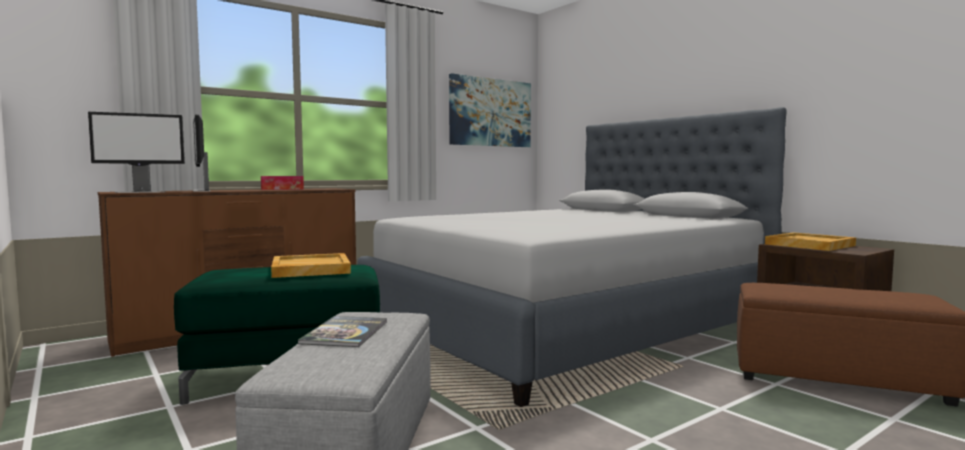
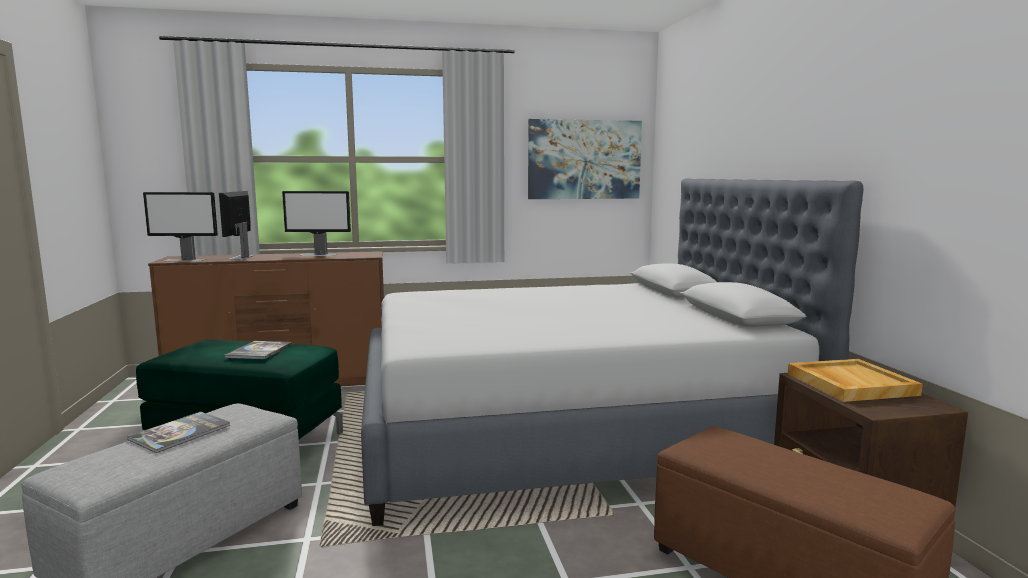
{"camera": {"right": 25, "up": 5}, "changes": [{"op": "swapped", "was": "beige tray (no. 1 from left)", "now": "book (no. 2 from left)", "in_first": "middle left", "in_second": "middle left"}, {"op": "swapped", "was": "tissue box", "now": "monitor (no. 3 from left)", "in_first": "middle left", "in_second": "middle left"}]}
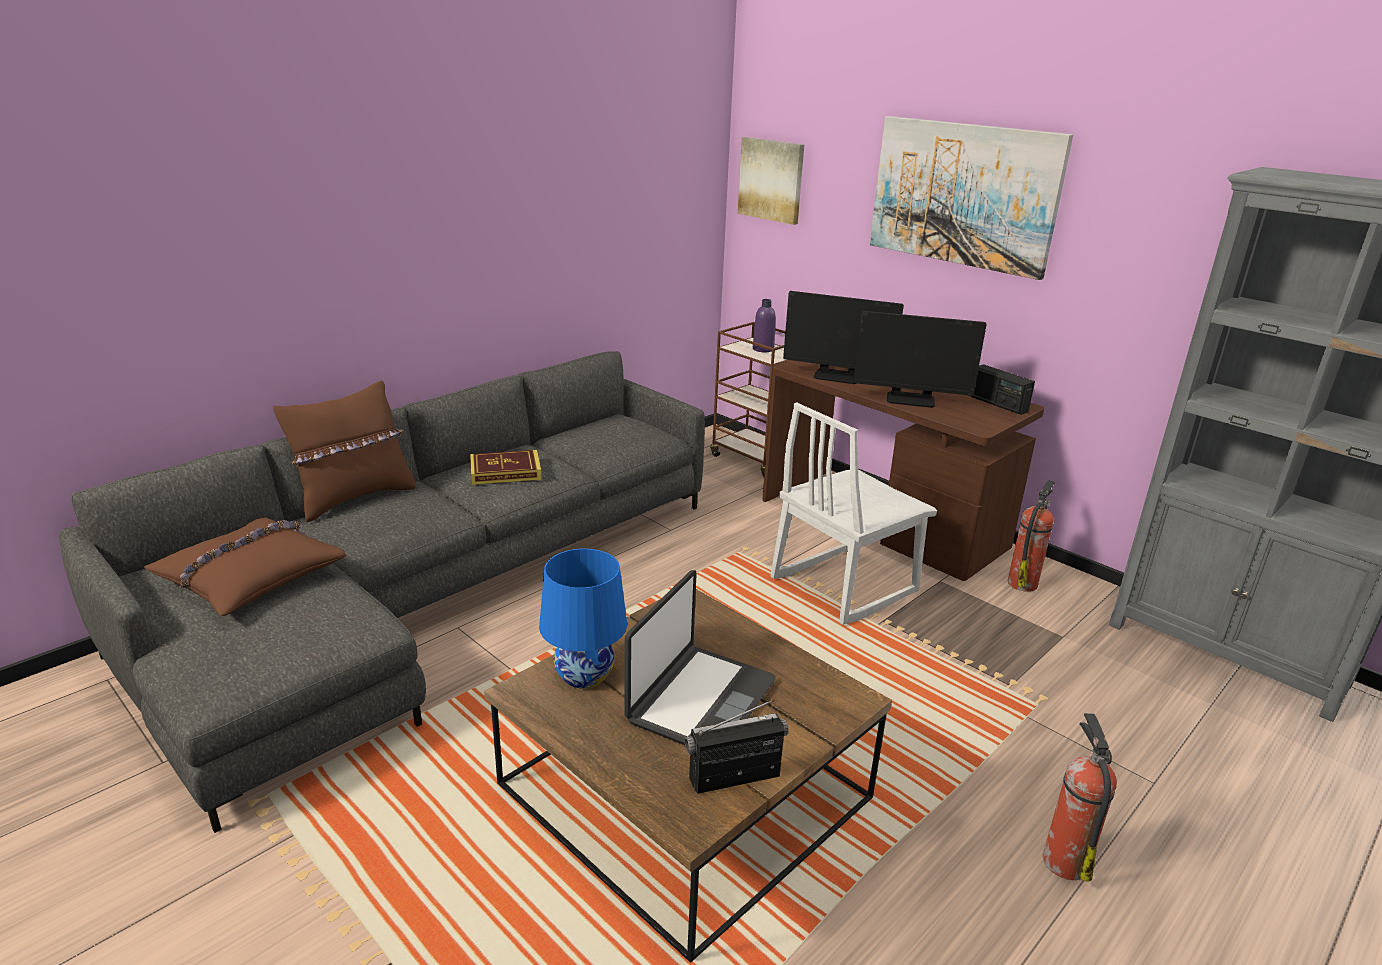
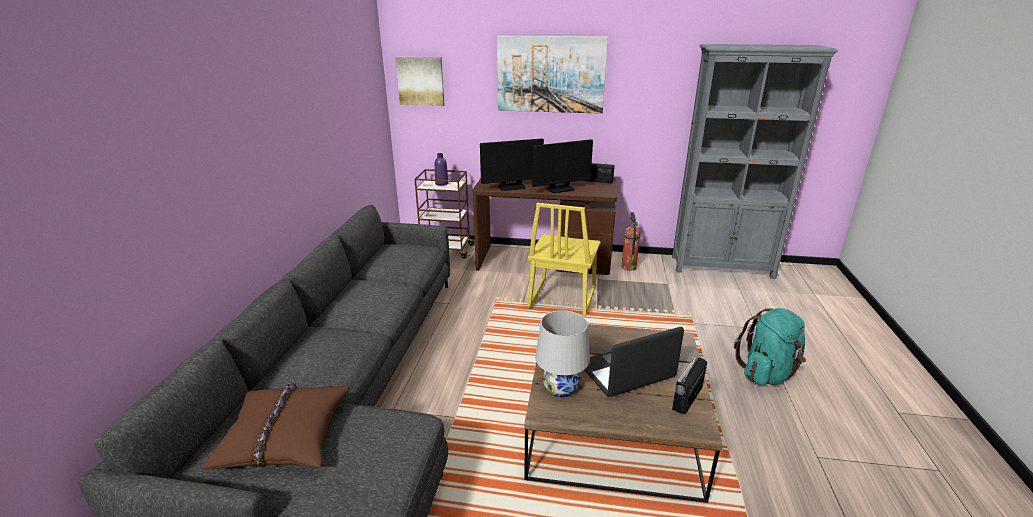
{"camera": {"right": -35, "up": 0}, "changes": [{"op": "repainted", "was": "white chair", "now": "yellow chair", "in_first": "centre", "in_second": "centre"}, {"op": "repainted", "was": "blue table lamp", "now": "white table lamp", "in_first": "centre", "in_second": "bottom centre"}, {"op": "rotated", "was": "laptop", "in_first": "bottom centre", "in_second": "bottom centre", "clockwise": -105}, {"op": "swapped", "was": "fire extinguisher (no. 2 from left)", "now": "turquoise backpack", "in_first": "bottom right", "in_second": "bottom right"}, {"op": "gone", "was": "brown pillow (no. 2 from left)", "in_first": "middle left"}, {"op": "gone", "was": "book", "in_first": "centre"}]}
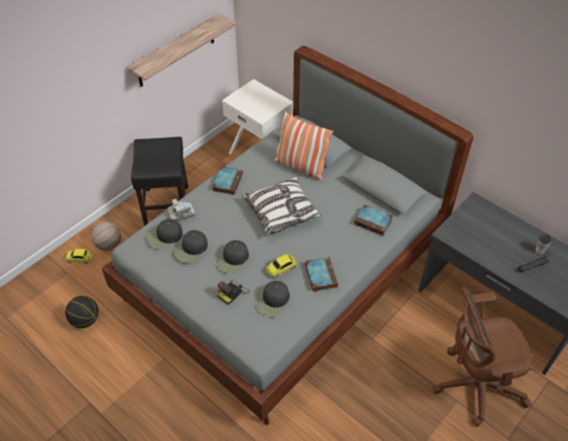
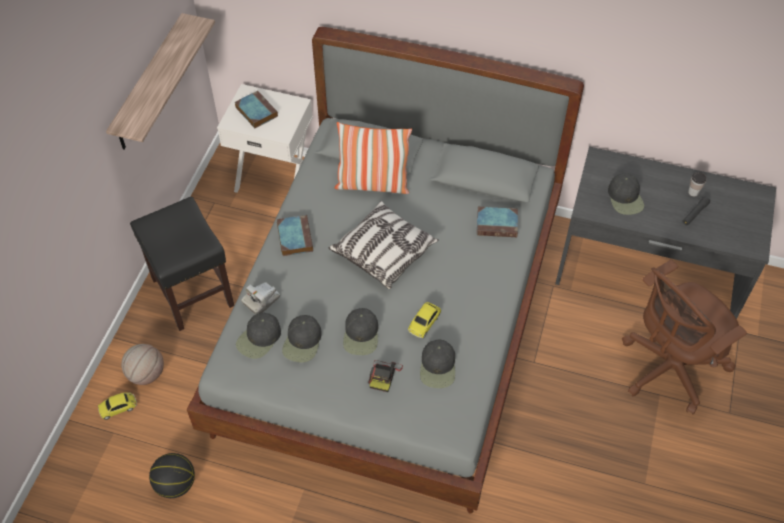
{"camera": {"right": -25, "up": 5}, "changes": [{"op": "shifted", "was": "book (no. 2 from left in the first image)", "now": "book (no. 1 from left)", "in_first": "centre", "in_second": "top left"}, {"op": "new", "now": "black cap (no. 5 from left)", "in_second": "middle right"}]}
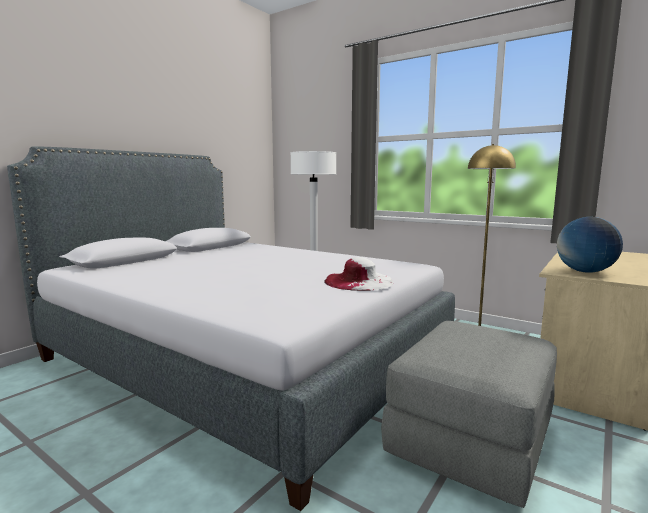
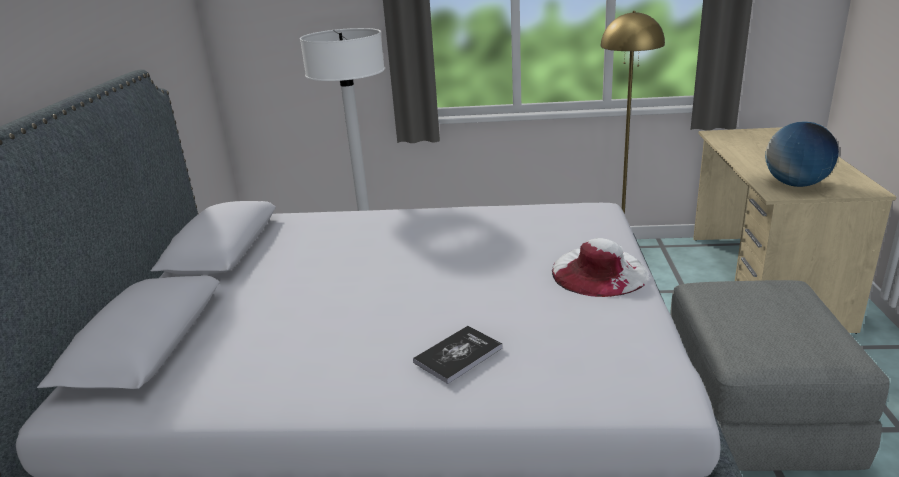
{"camera": {"right": -30, "up": 15}, "changes": [{"op": "new", "now": "book", "in_second": "bottom centre"}]}
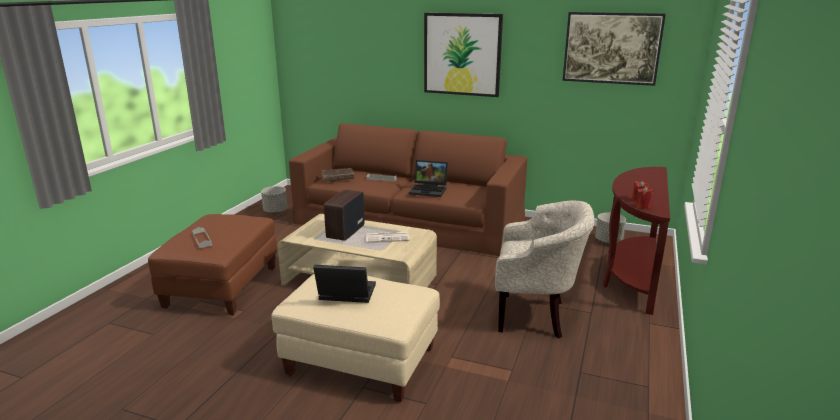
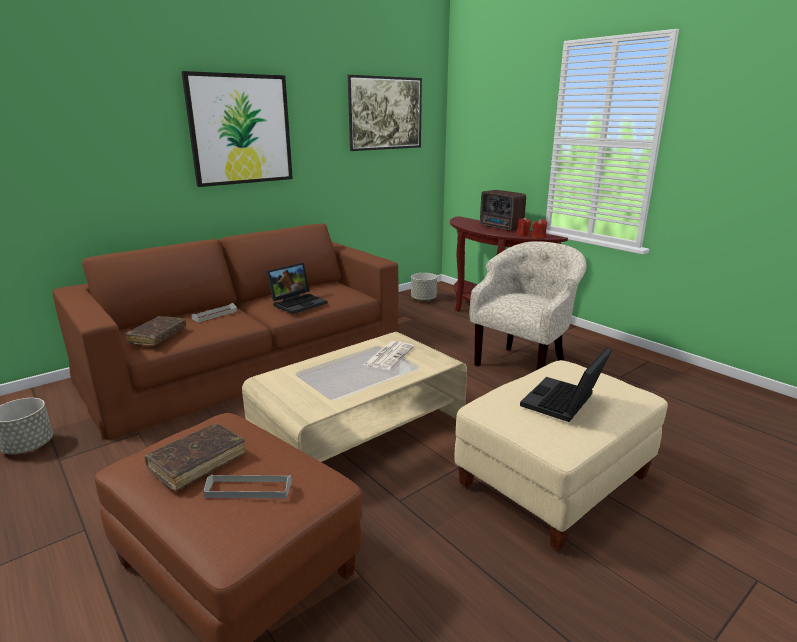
{"camera": {"right": -60, "up": 0}, "changes": [{"op": "new", "now": "brown book (no. 2 from left)", "in_second": "bottom left"}, {"op": "shifted", "was": "radio", "in_first": "centre", "in_second": "top centre"}]}
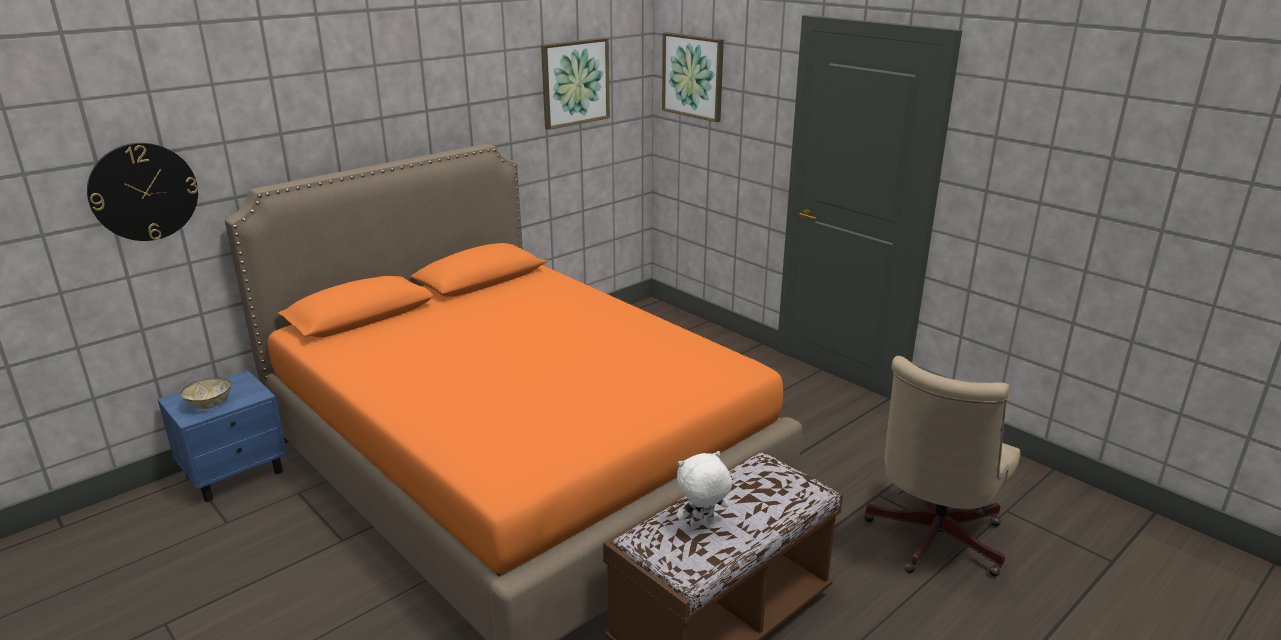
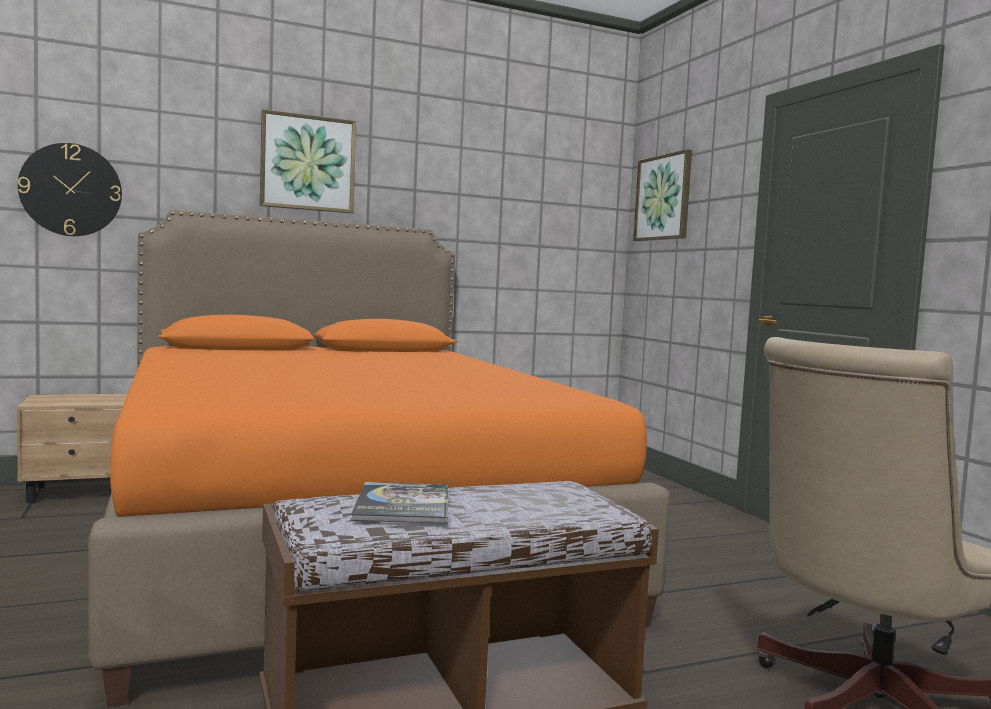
{"camera": {"right": 20, "up": -20}, "changes": [{"op": "repainted", "was": "blue nightstand", "now": "beige nightstand", "in_first": "bottom left", "in_second": "middle left"}, {"op": "shifted", "was": "picture (no. 1 from left)", "in_first": "top centre", "in_second": "top left"}, {"op": "swapped", "was": "white plush toy", "now": "book", "in_first": "bottom centre", "in_second": "bottom centre"}, {"op": "gone", "was": "bowl", "in_first": "middle left"}]}
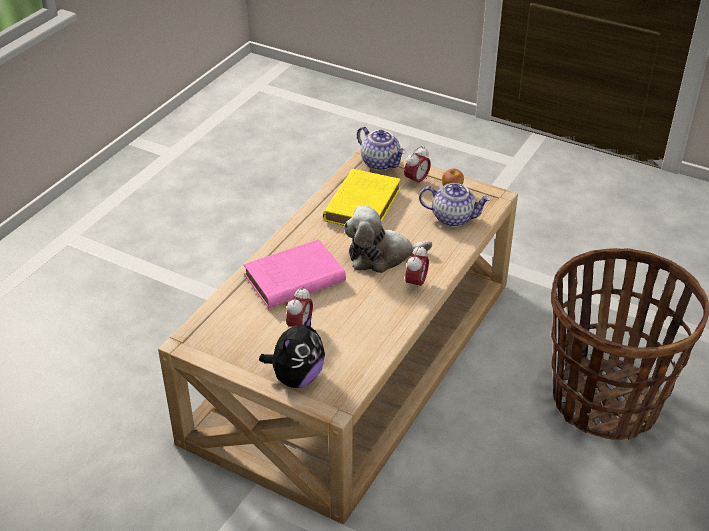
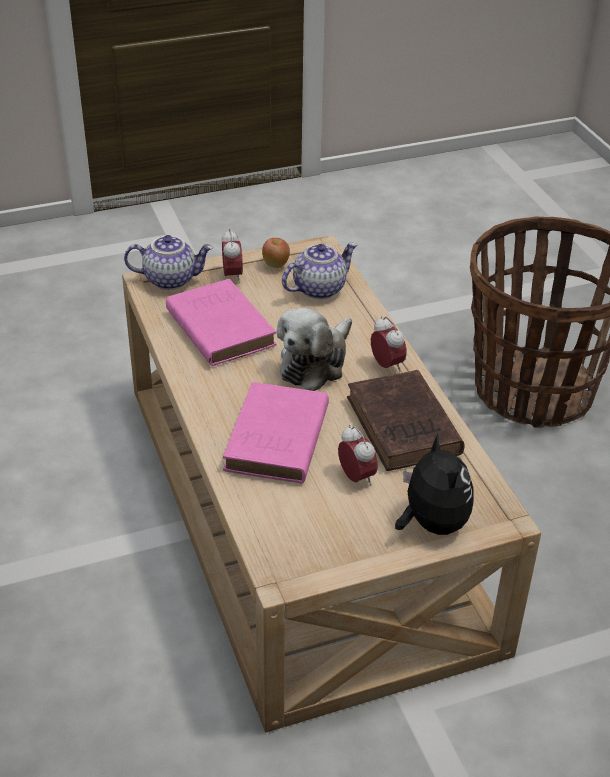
{"camera": {"right": -50, "up": 0}, "changes": [{"op": "repainted", "was": "yellow book", "now": "pink book (no. 1 from left)", "in_first": "centre", "in_second": "centre"}, {"op": "new", "now": "brown book", "in_second": "centre"}]}
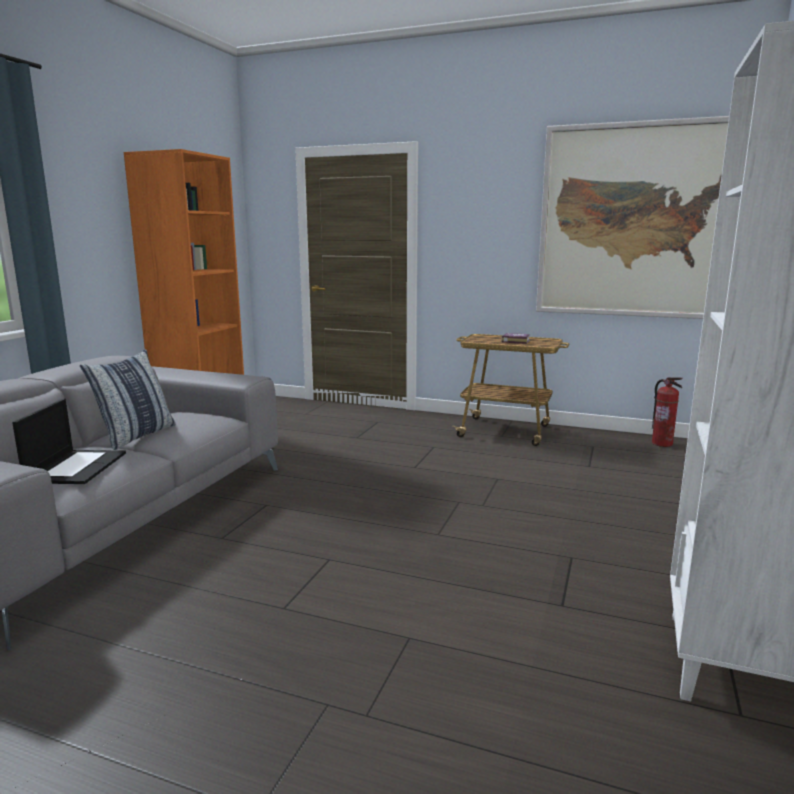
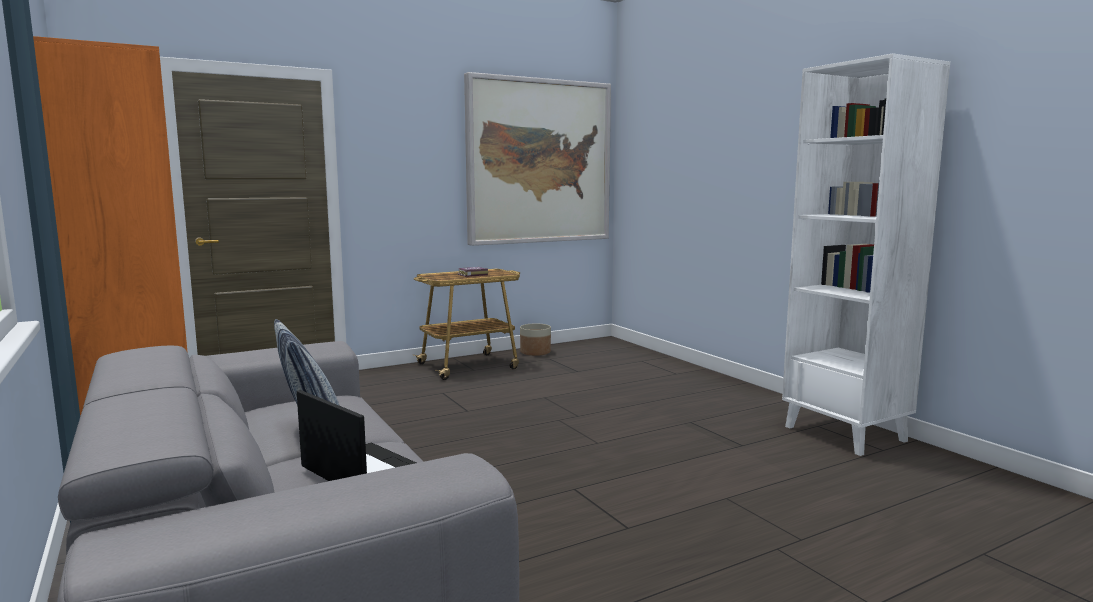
{"camera": {"right": -50, "up": -5}, "changes": [{"op": "new", "now": "planter", "in_second": "centre"}, {"op": "gone", "was": "fire extinguisher", "in_first": "middle right"}]}
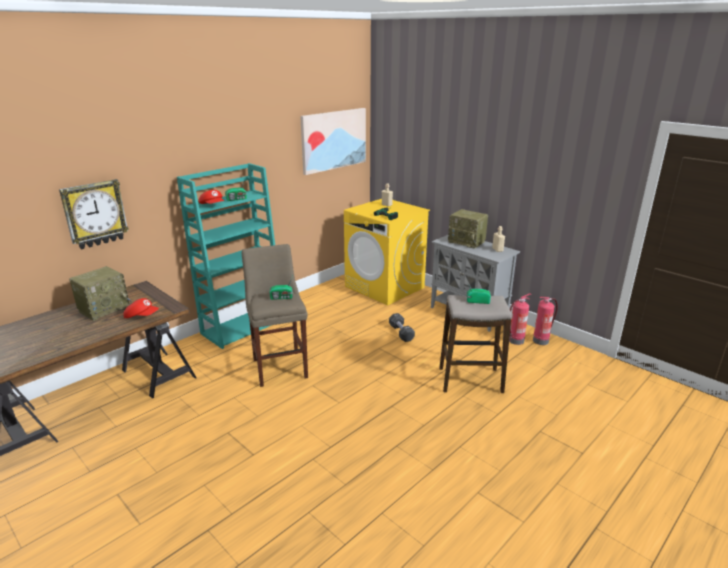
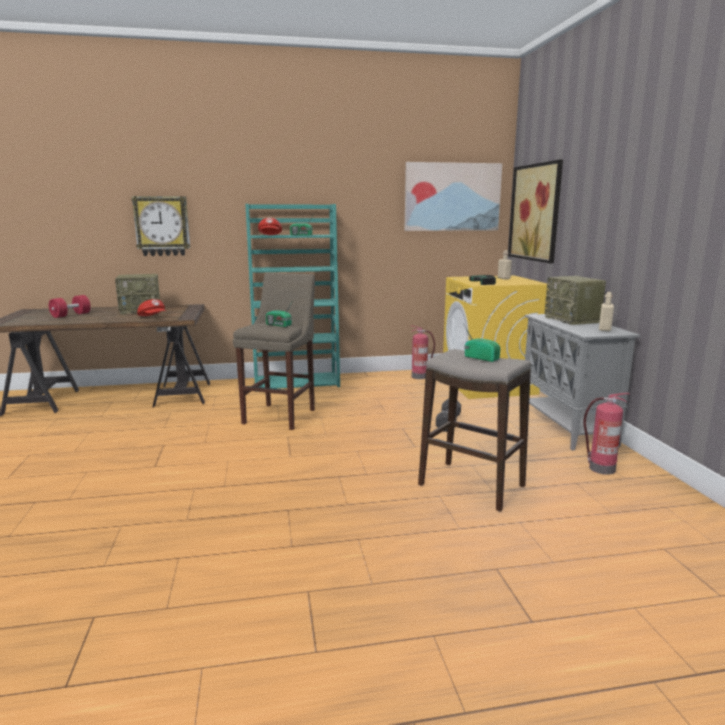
{"camera": {"right": 35, "up": -10}, "changes": [{"op": "new", "now": "red dumbbell", "in_second": "middle left"}, {"op": "shifted", "was": "fire extinguisher (no. 2 from left in the first image)", "now": "fire extinguisher (no. 1 from left)", "in_first": "middle right", "in_second": "centre"}, {"op": "new", "now": "picture (no. 2 from left)", "in_second": "top right"}]}
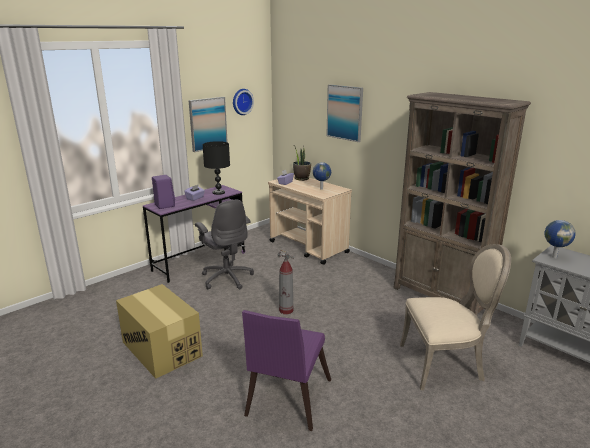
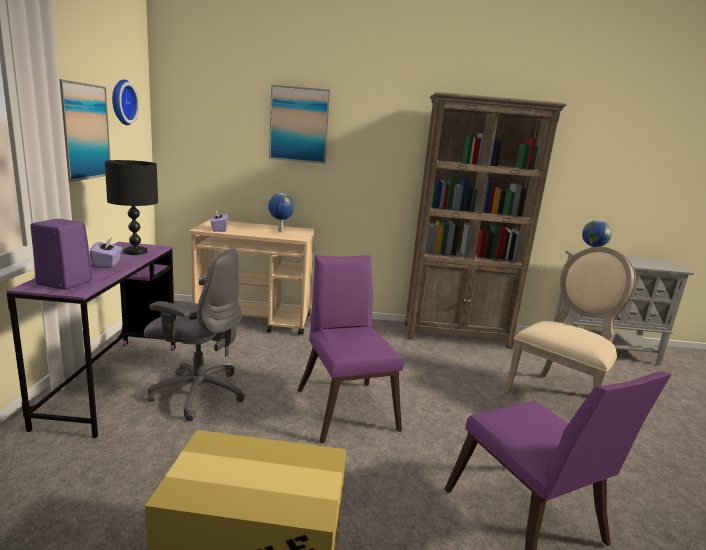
{"camera": {"right": -45, "up": -5}, "changes": [{"op": "swapped", "was": "fire extinguisher", "now": "purple chair (no. 1 from left)", "in_first": "centre", "in_second": "centre"}, {"op": "gone", "was": "potted plant", "in_first": "centre"}]}
